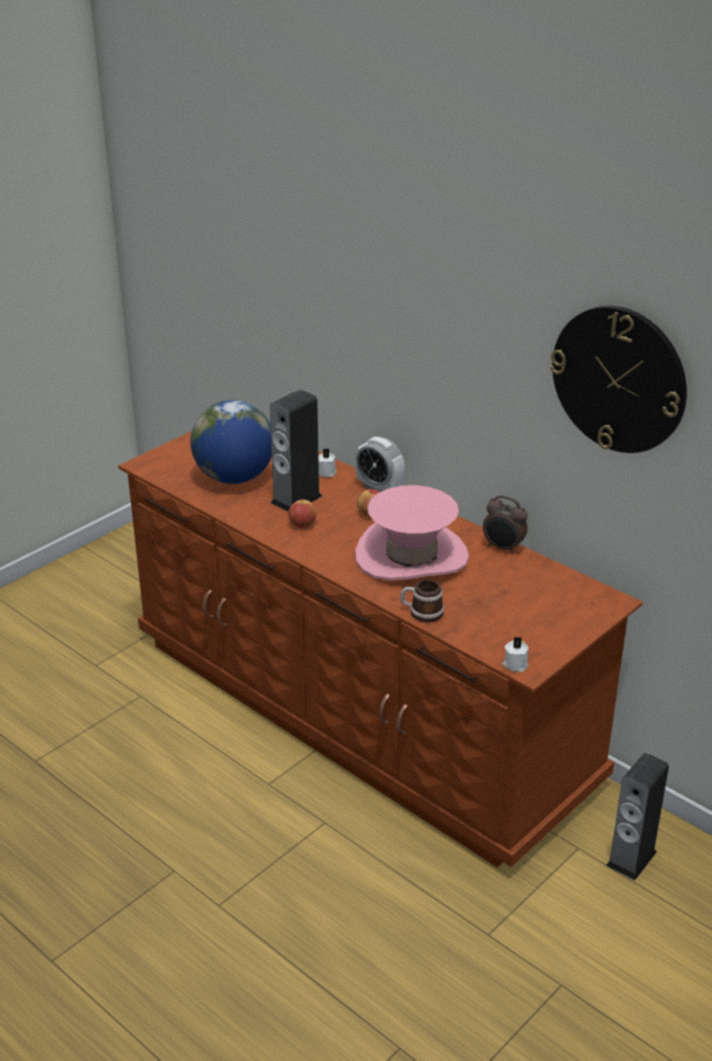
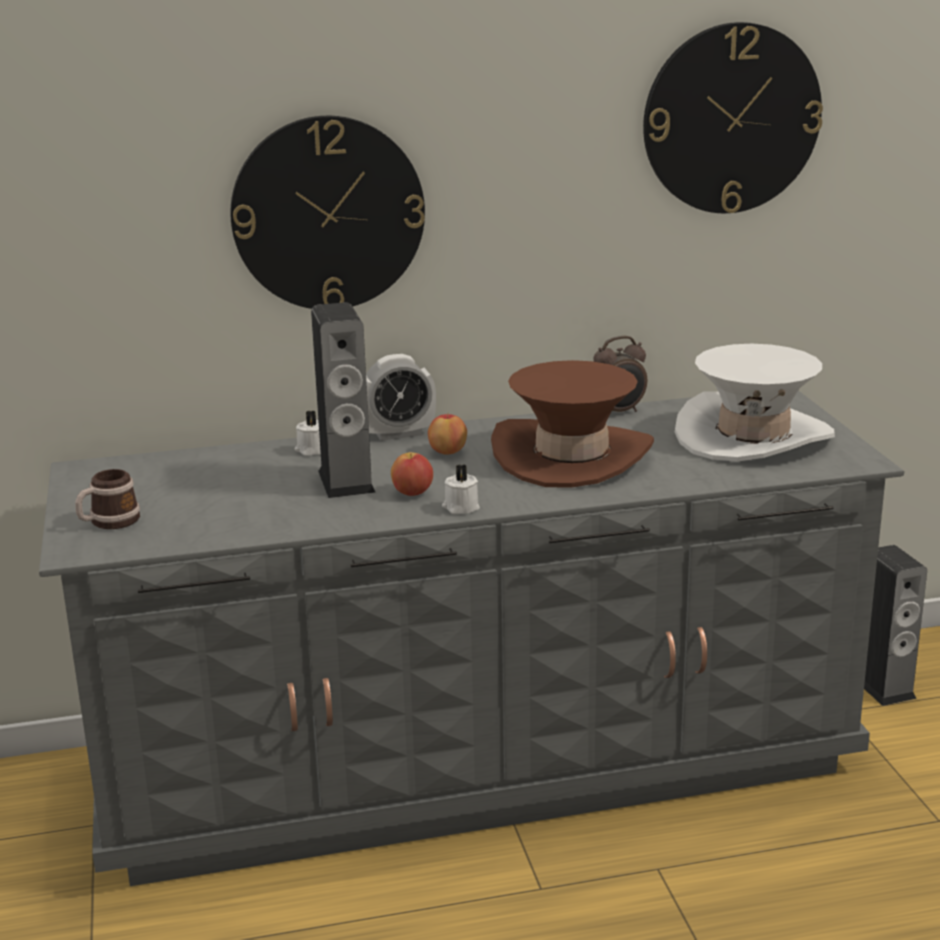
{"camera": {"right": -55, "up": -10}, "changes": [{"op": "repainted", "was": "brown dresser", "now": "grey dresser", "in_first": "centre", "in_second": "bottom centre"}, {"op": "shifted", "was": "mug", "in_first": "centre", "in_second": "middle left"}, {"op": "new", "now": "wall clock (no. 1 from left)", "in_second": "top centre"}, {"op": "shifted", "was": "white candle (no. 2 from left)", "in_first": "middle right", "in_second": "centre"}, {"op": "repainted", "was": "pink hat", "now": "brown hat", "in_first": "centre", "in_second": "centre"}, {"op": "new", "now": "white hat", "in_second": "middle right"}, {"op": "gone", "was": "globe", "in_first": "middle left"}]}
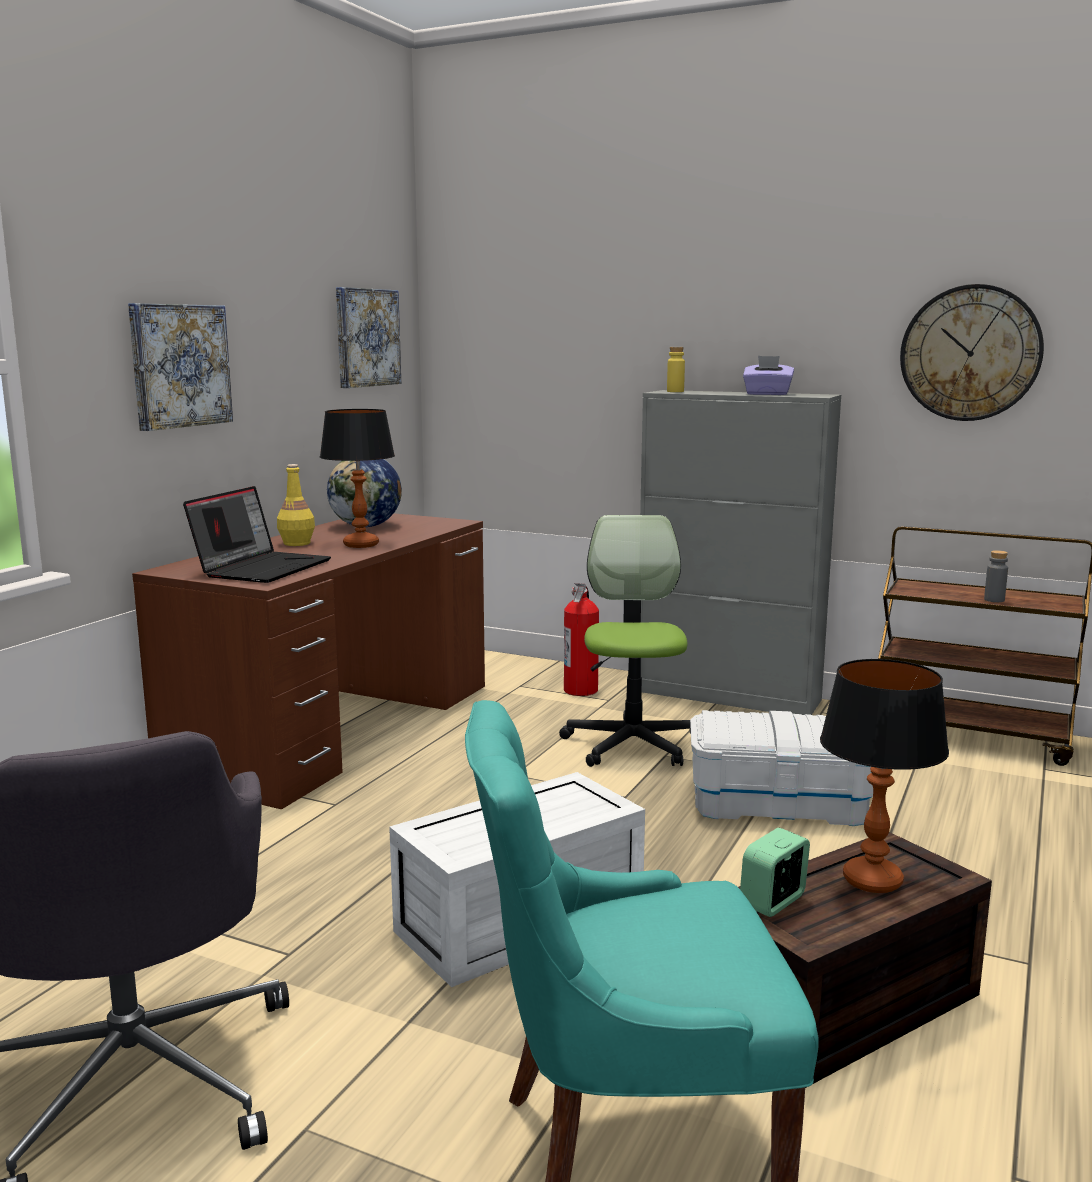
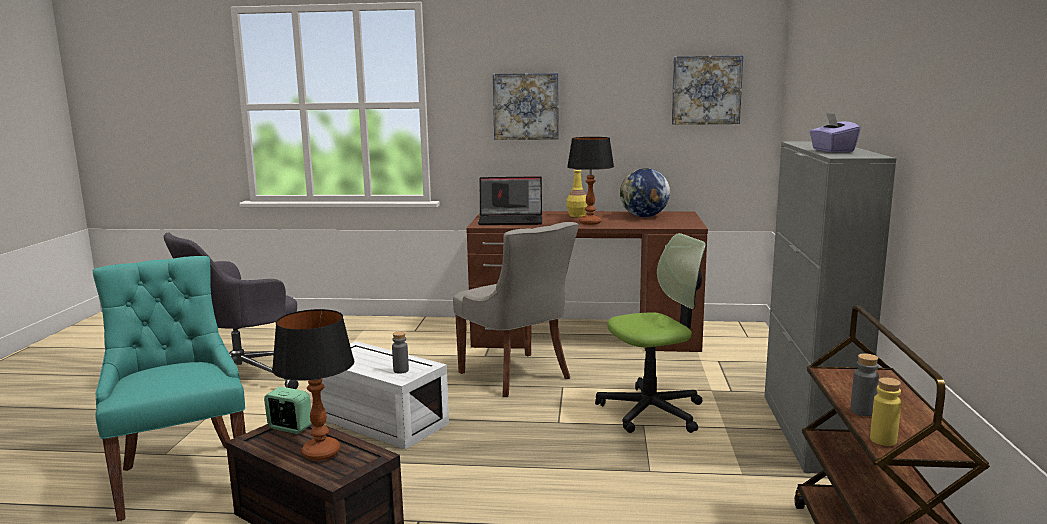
{"camera": {"right": 70, "up": 0}, "changes": [{"op": "new", "now": "grey bottle (no. 1 from left)", "in_second": "bottom centre"}, {"op": "new", "now": "grey chair", "in_second": "centre"}, {"op": "shifted", "was": "yellow bottle (no. 2 from left)", "in_first": "top centre", "in_second": "bottom right"}, {"op": "gone", "was": "fire extinguisher", "in_first": "centre"}, {"op": "gone", "was": "white storage box (no. 2 from left)", "in_first": "middle right"}, {"op": "gone", "was": "wall clock", "in_first": "top right"}]}
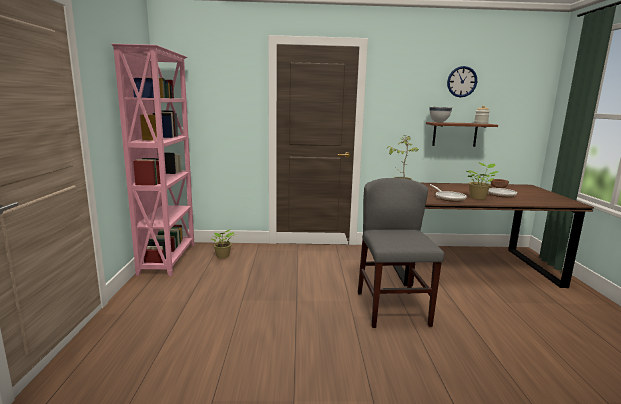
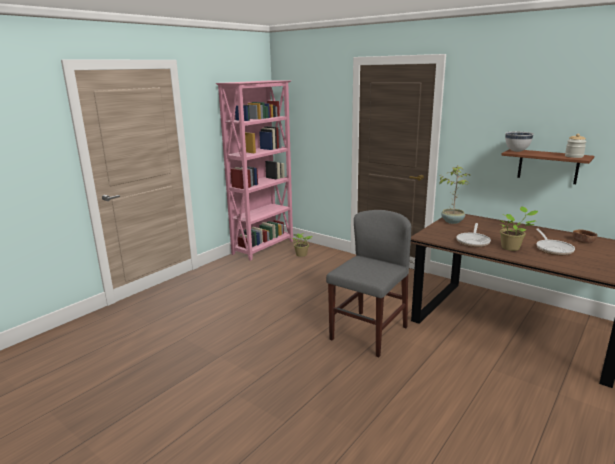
{"camera": {"right": 40, "up": 5}, "changes": [{"op": "gone", "was": "wall clock", "in_first": "top right"}]}
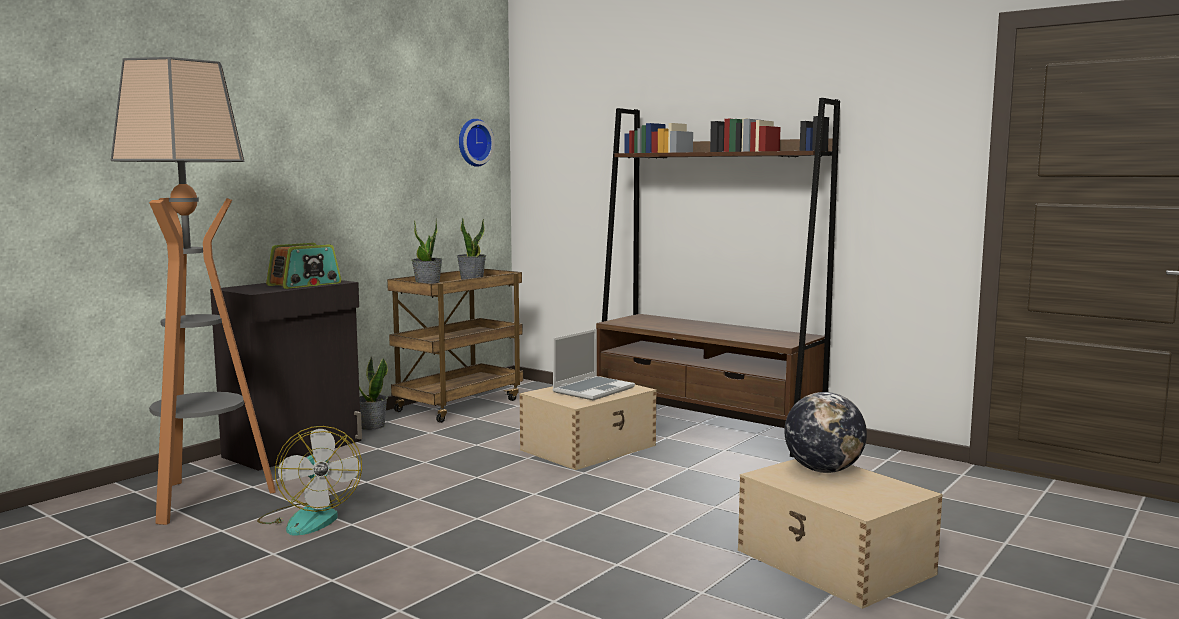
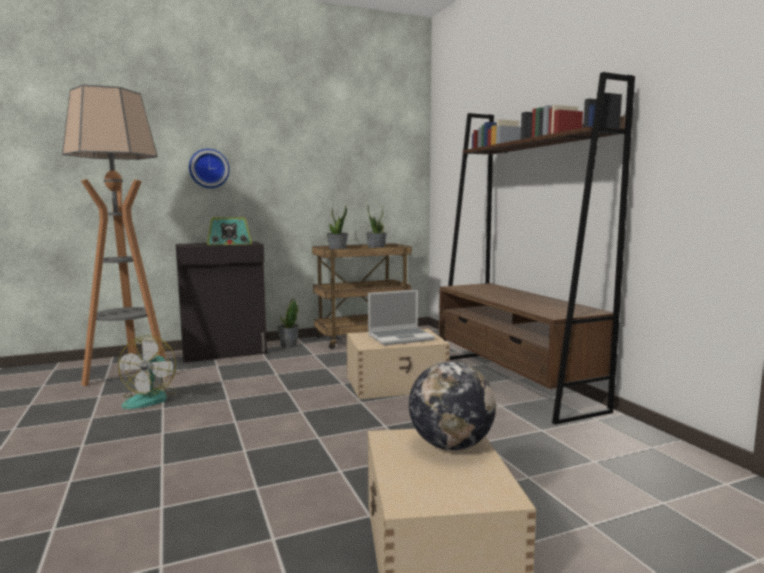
{"camera": {"right": 30, "up": 0}, "changes": [{"op": "shifted", "was": "wall clock", "in_first": "top centre", "in_second": "top left"}]}
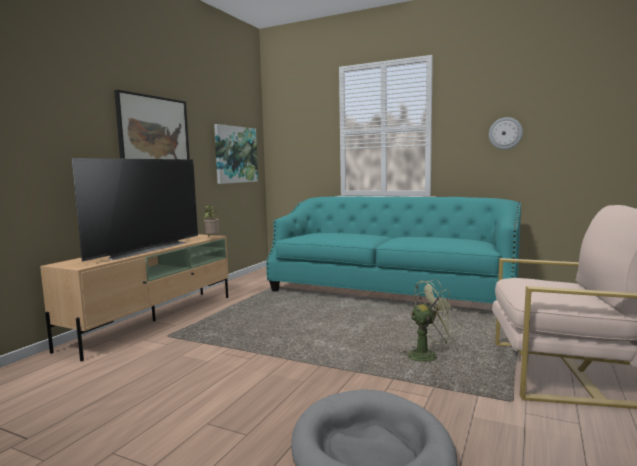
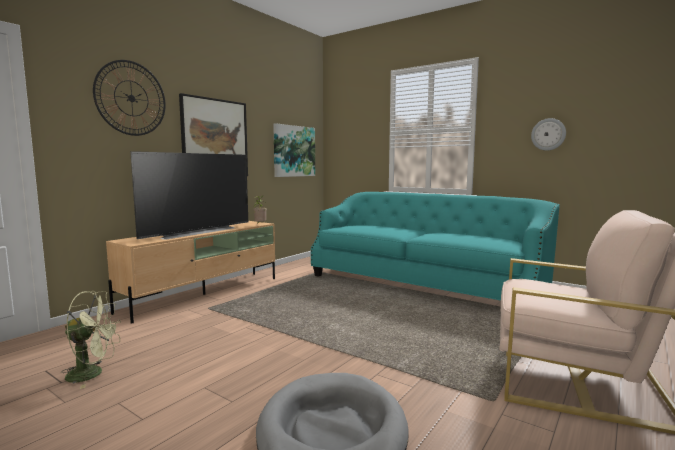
{"camera": {"right": 10, "up": 0}, "changes": [{"op": "shifted", "was": "green fan", "in_first": "bottom right", "in_second": "bottom left"}, {"op": "new", "now": "wall clock (no. 1 from left)", "in_second": "top left"}]}
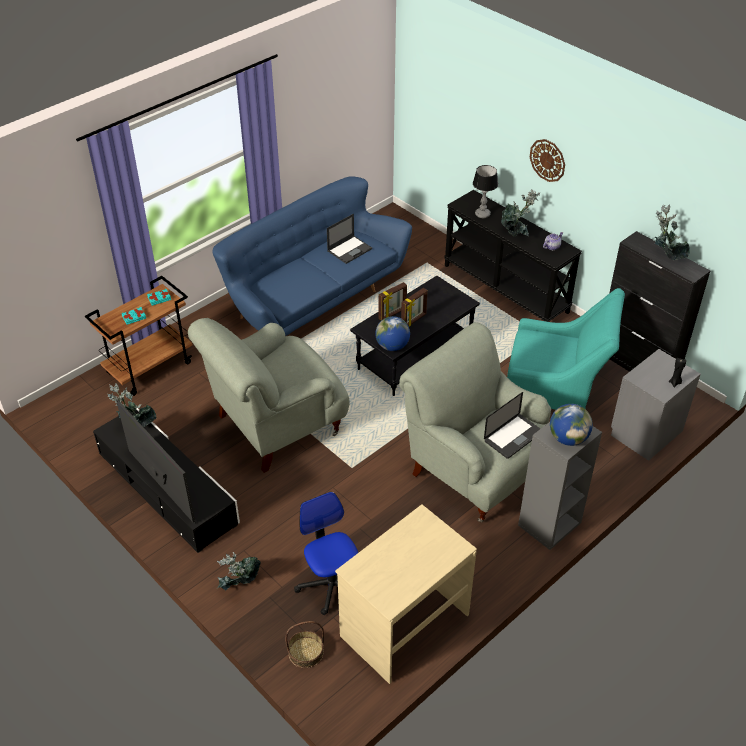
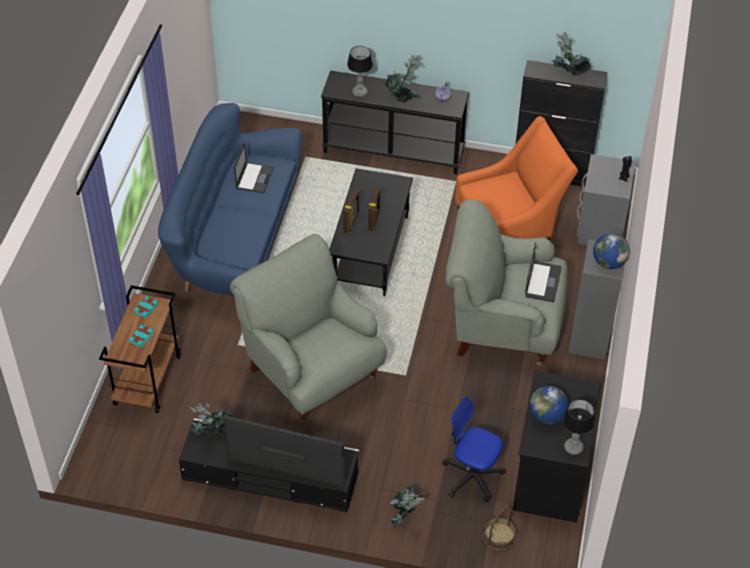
{"camera": {"right": -35, "up": 5}, "changes": [{"op": "rotated", "was": "grey armchair (no. 1 from left)", "in_first": "centre", "in_second": "centre", "clockwise": 120}, {"op": "repainted", "was": "turquoise armchair", "now": "orange armchair", "in_first": "middle right", "in_second": "top right"}, {"op": "repainted", "was": "beige desk", "now": "black desk", "in_first": "bottom centre", "in_second": "bottom right"}, {"op": "shifted", "was": "globe (no. 1 from left)", "in_first": "centre", "in_second": "bottom right"}, {"op": "new", "now": "table lamp (no. 2 from left)", "in_second": "bottom right"}, {"op": "gone", "was": "wall clock", "in_first": "top right"}]}
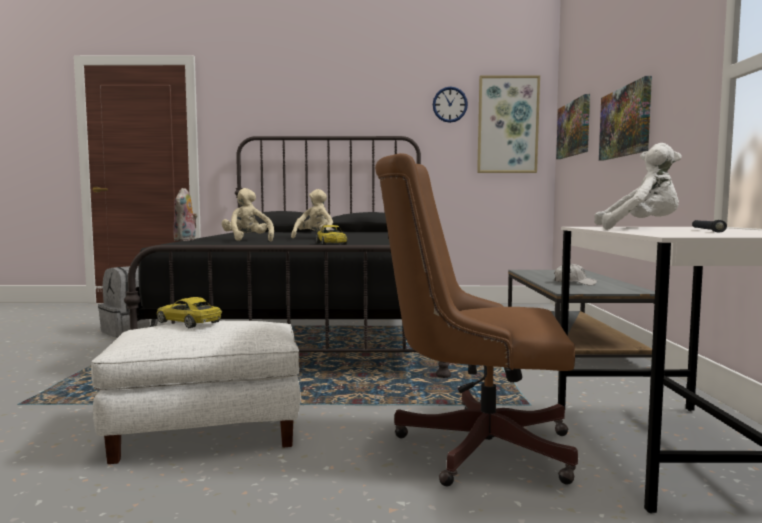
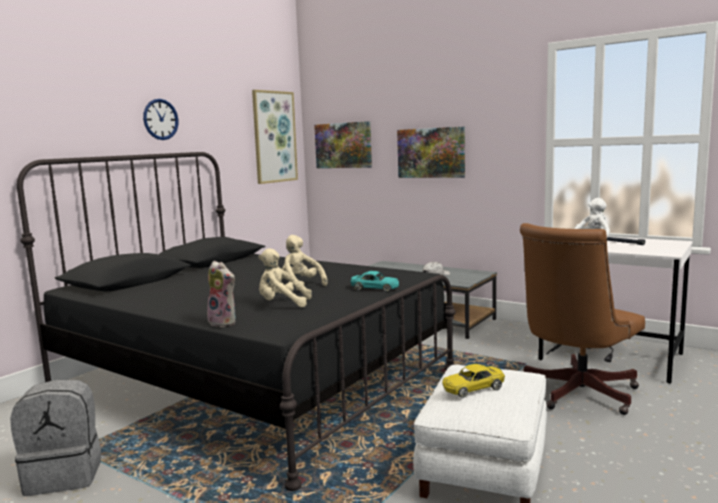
{"camera": {"right": -55, "up": 5}, "changes": [{"op": "shifted", "was": "wall clock", "in_first": "top centre", "in_second": "top left"}, {"op": "repainted", "was": "yellow toy car (no. 2 from left)", "now": "turquoise toy car", "in_first": "centre", "in_second": "centre"}]}
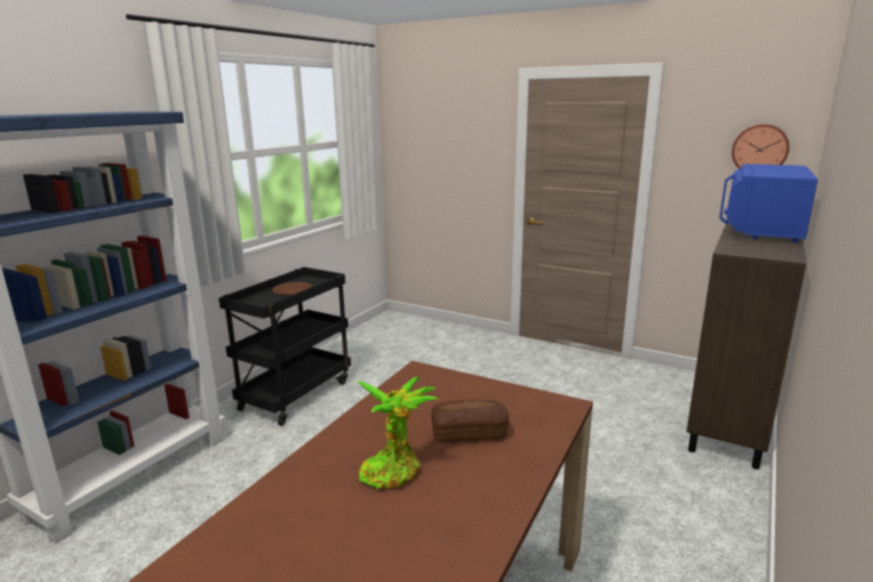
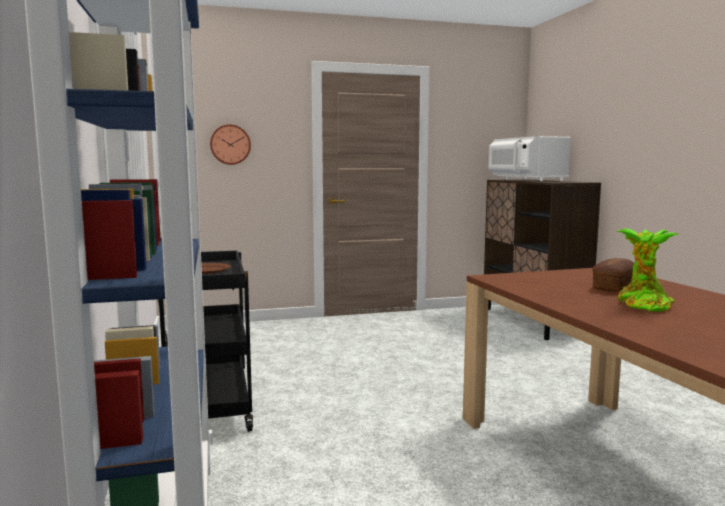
{"camera": {"right": -45, "up": -10}, "changes": [{"op": "shifted", "was": "wall clock", "in_first": "top right", "in_second": "top left"}, {"op": "repainted", "was": "blue microwave", "now": "white microwave", "in_first": "middle right", "in_second": "top right"}]}
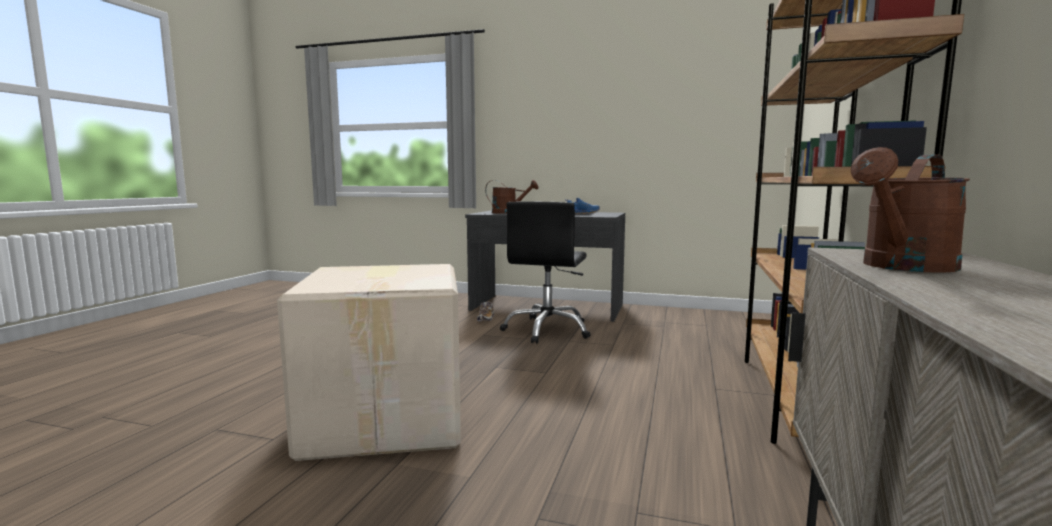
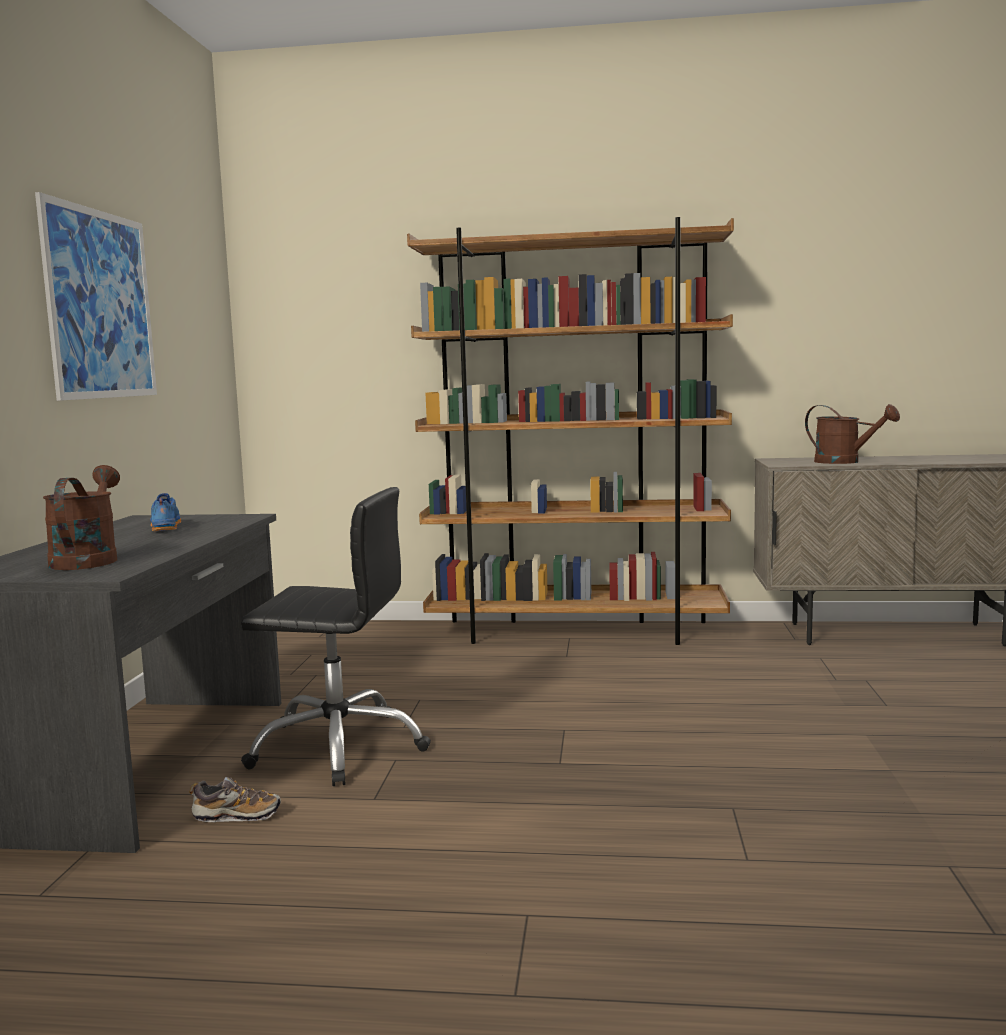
{"camera": {"right": -100, "up": 0}, "changes": [{"op": "new", "now": "picture", "in_second": "top left"}, {"op": "gone", "was": "cardboard box", "in_first": "bottom centre"}]}
